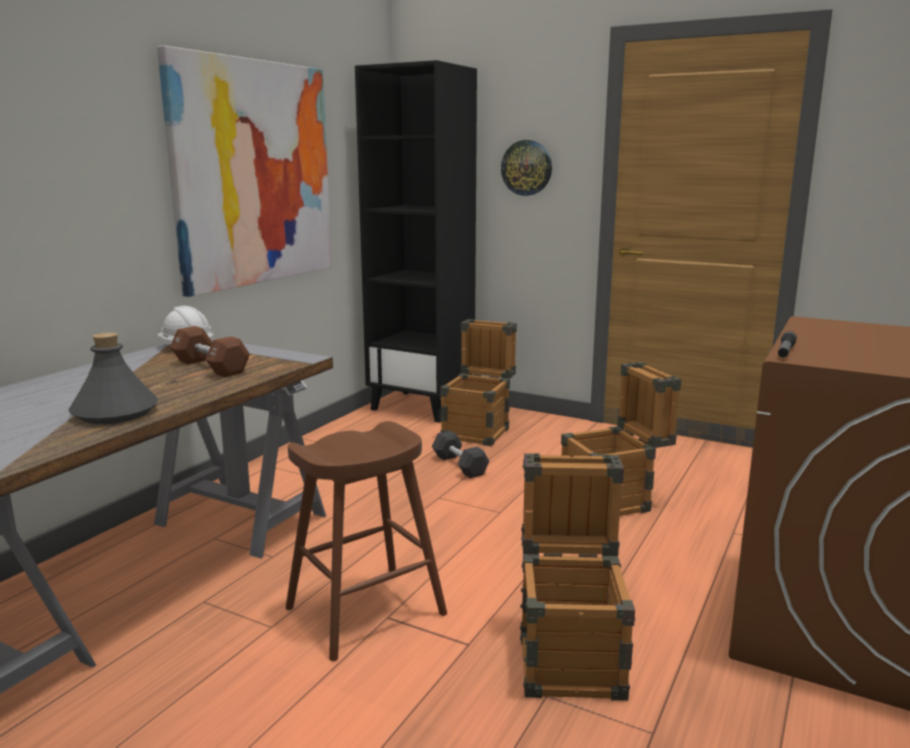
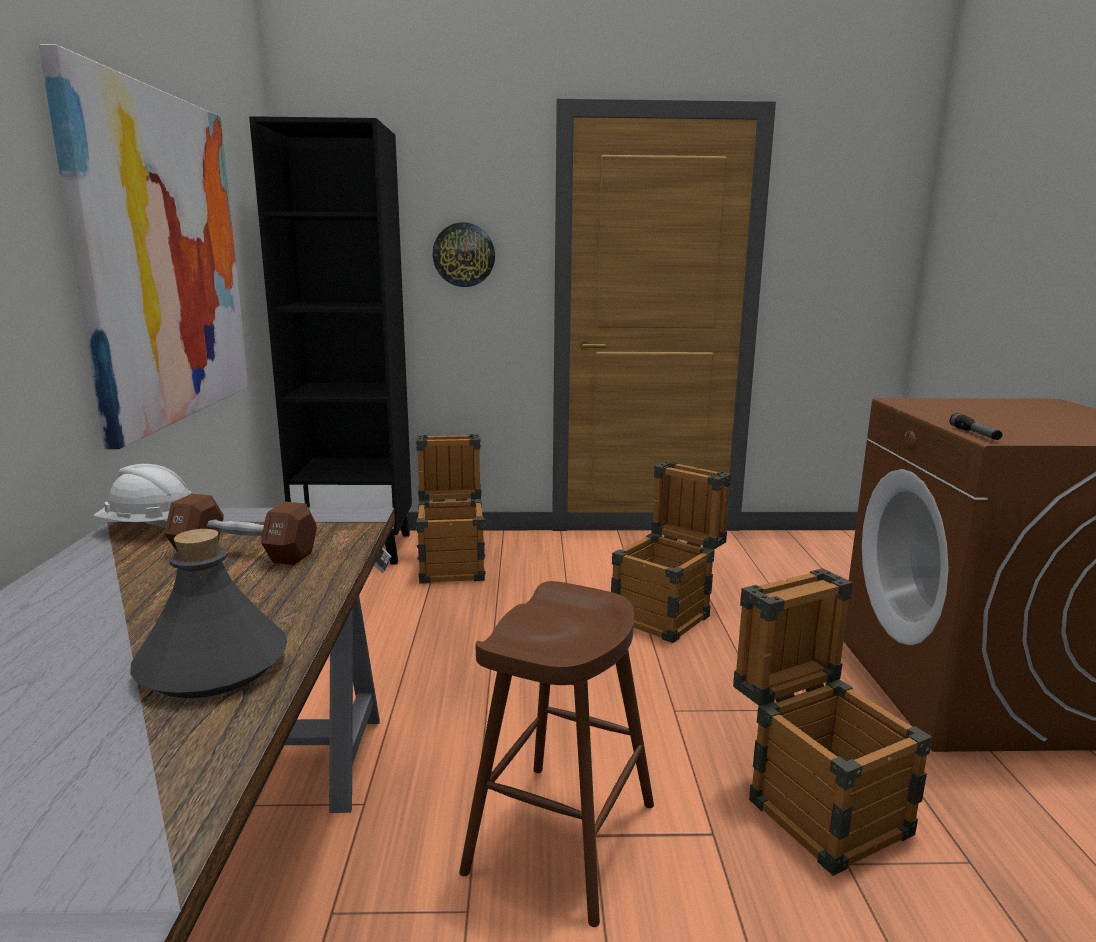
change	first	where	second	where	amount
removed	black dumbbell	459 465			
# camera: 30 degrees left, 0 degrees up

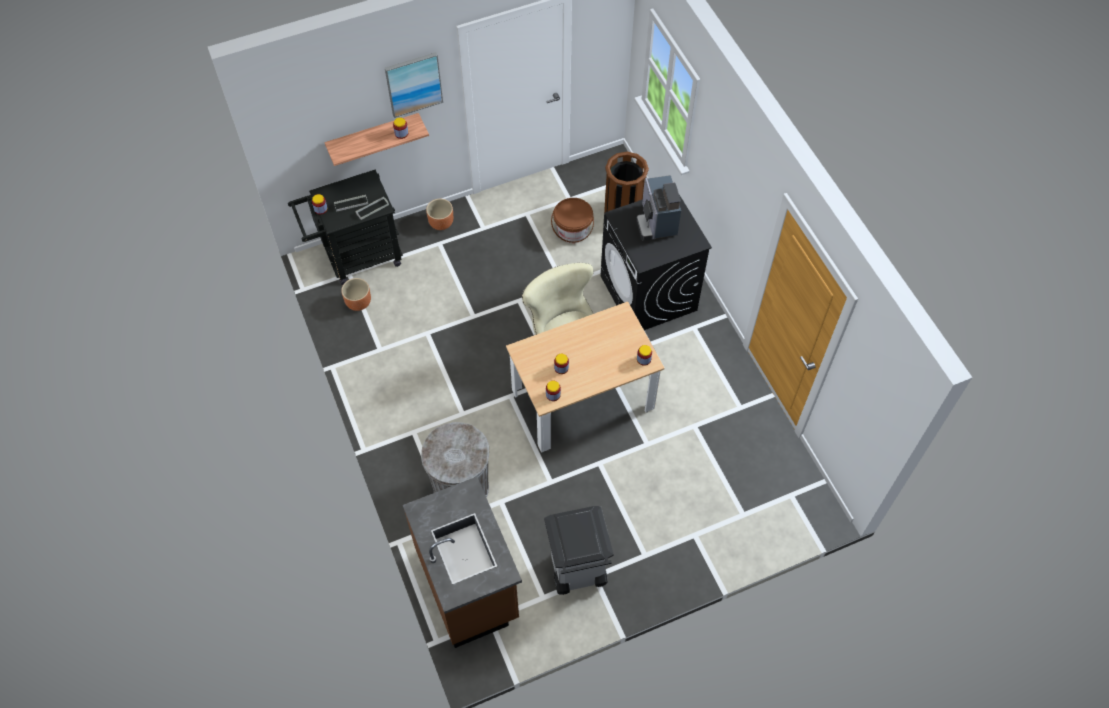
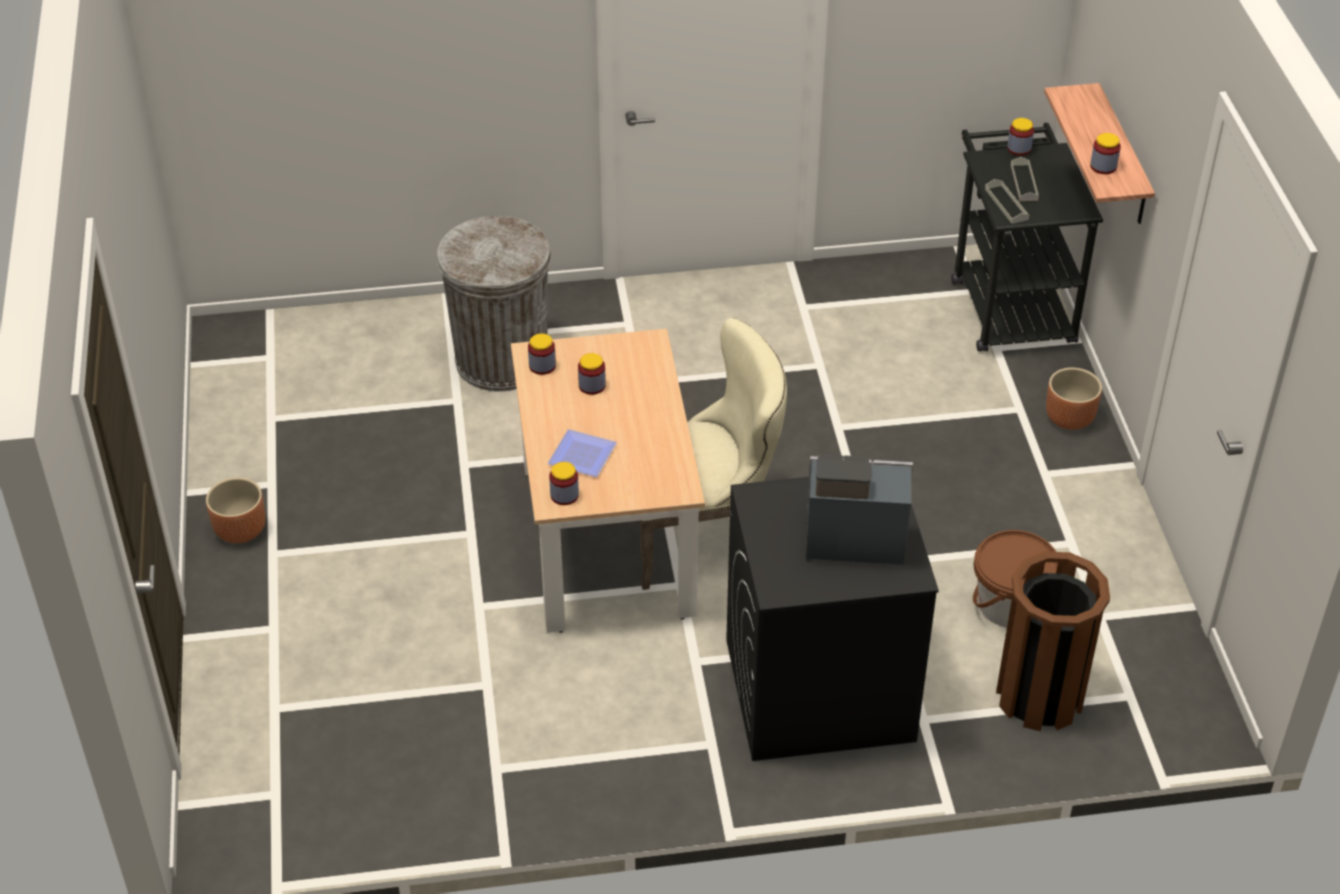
change	first	where	second	where	amount
removed	picture	413 84			
removed	brown counter	469 584			
removed	grey trash can	576 571			
added			plate	581 454	
moved	brown planter	358 302		241 530	
# camera: 105 degrees right, 15 degrees down

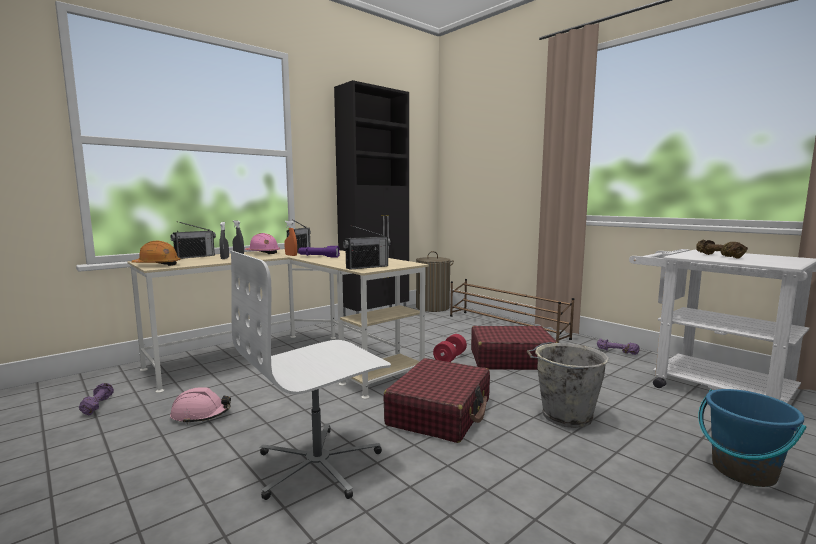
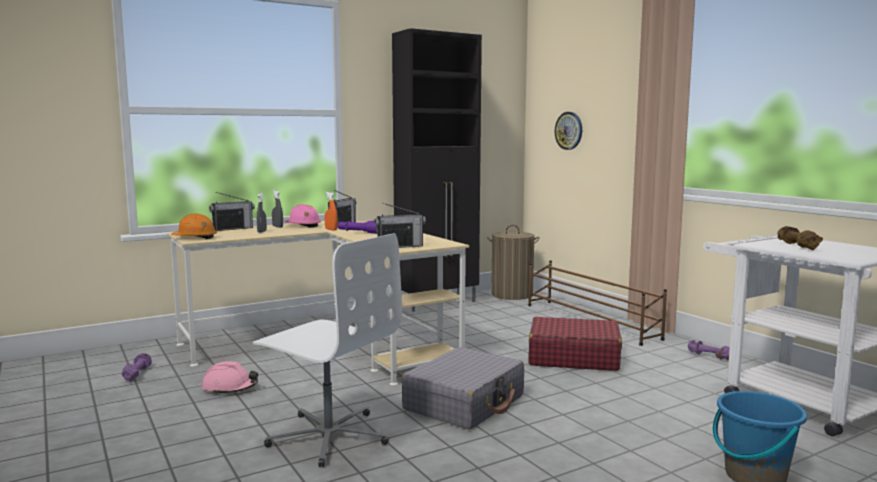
change	first	where	second	where	amount
removed	red dumbbell	450 358			
removed	grey bucket	564 416			
added			wall clock	569 130	
recoloured	red suitcase	440 412	grey suitcase	465 403	
turned	white office chair	319 465		329 436	120 degrees counterclockwise
# camera: 10 degrees right, 0 degrees up

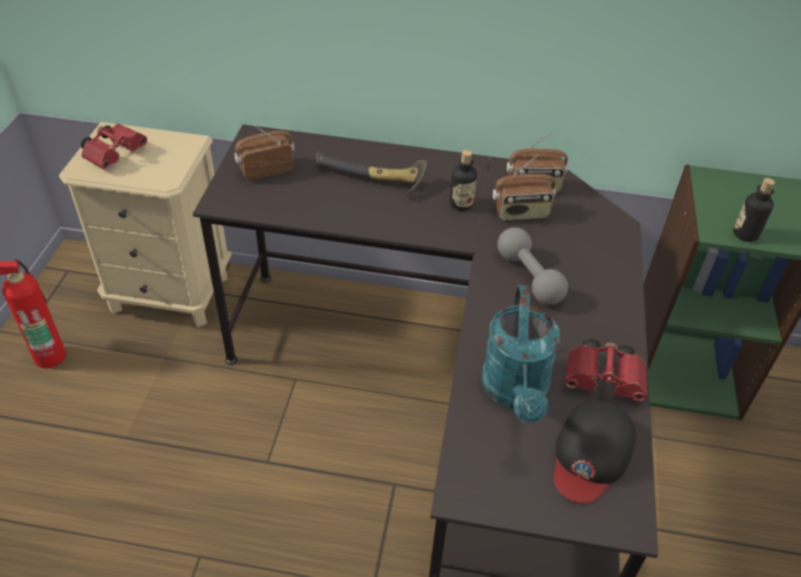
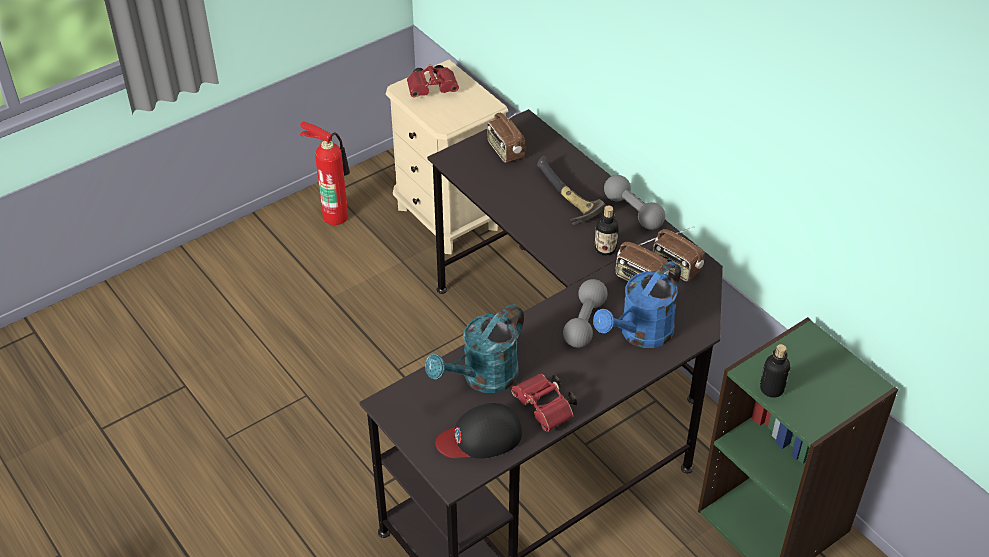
change	first	where	second	where	amount
added			blue watering can	640 335	
added			grey dumbbell	633 211	
turned	radio	266 169		505 151	135 degrees counterclockwise
# camera: 45 degrees right, 0 degrees up

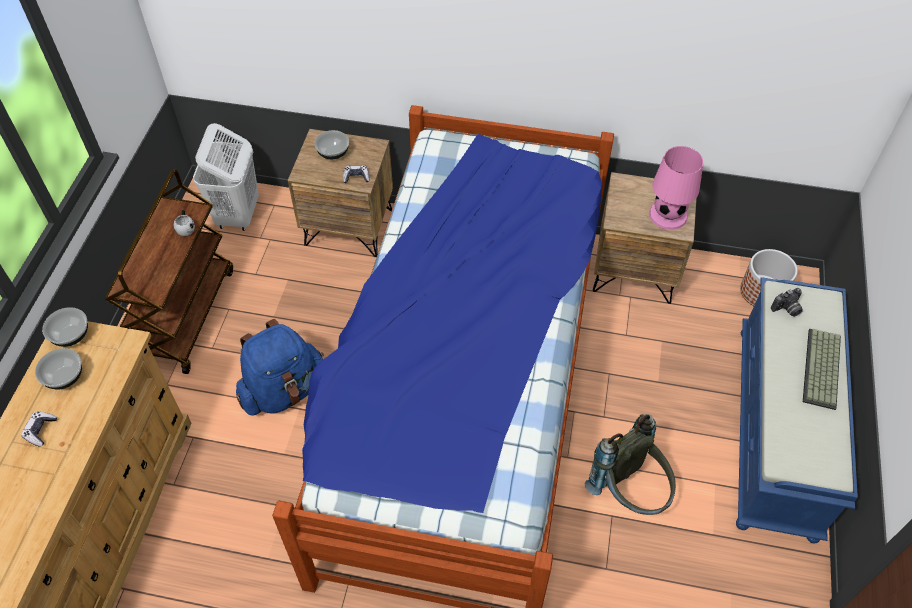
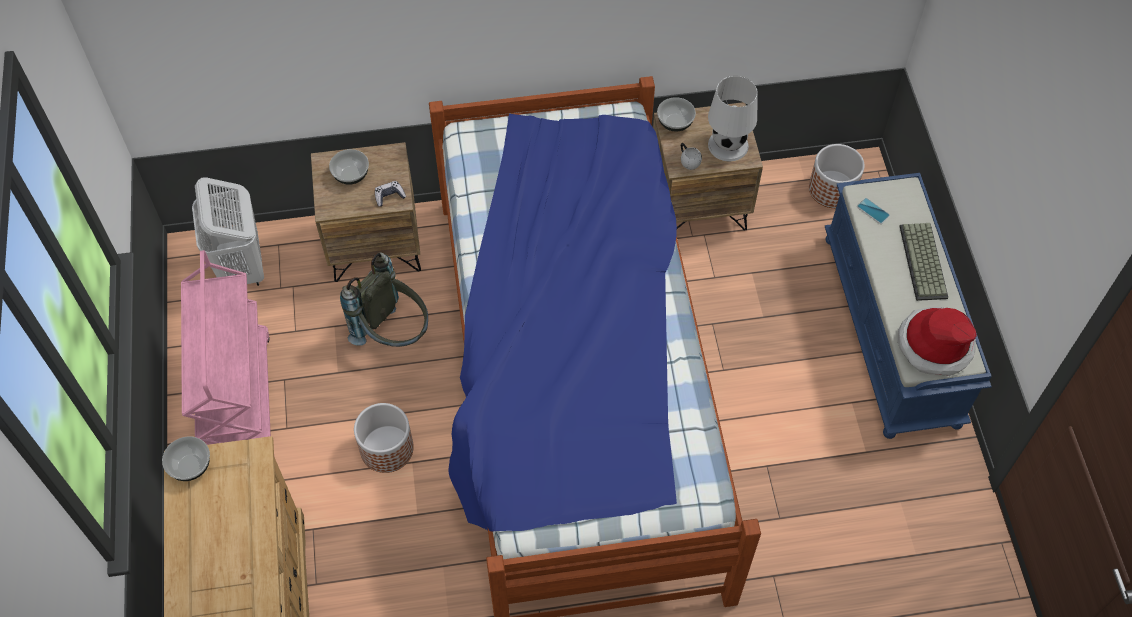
change	first	where	second	where	amount
removed	game controller	41 430			
added			hat	934 344	
moved	bowl	64 377		675 123	
moved	white mug	186 228		688 161	
moved	grey backpack	630 493		394 334	
replaced	blue backpack	284 390	planter	387 448	
replaced	photo camera	787 309	phone	873 211	
recoloured	brown cart	186 315	pink cart	239 401	
recoloured	pink table lamp	667 215	white table lamp	727 145	
# camera: 20 degrees left, 5 degrees up

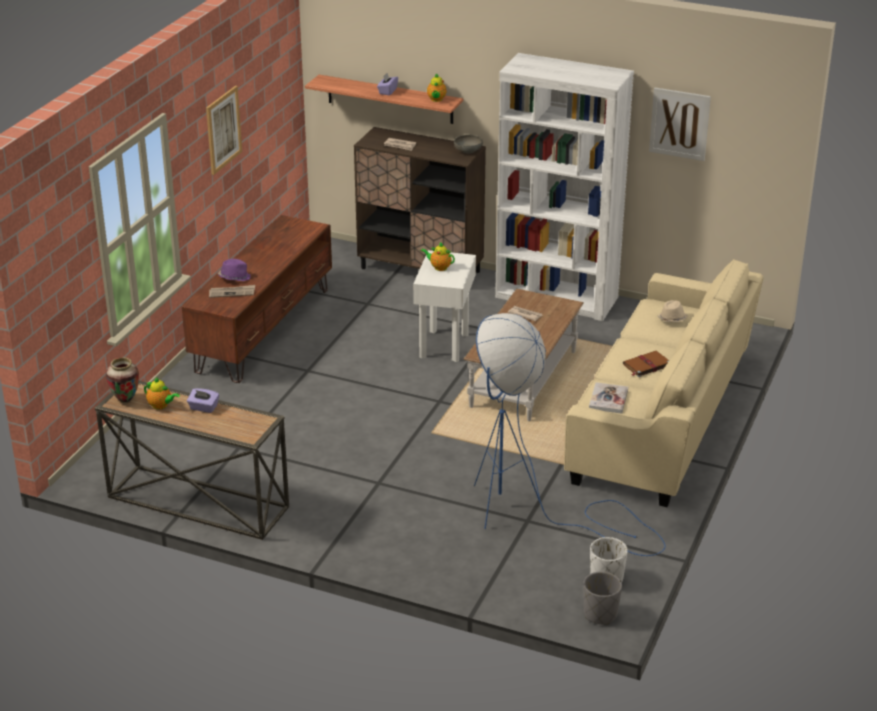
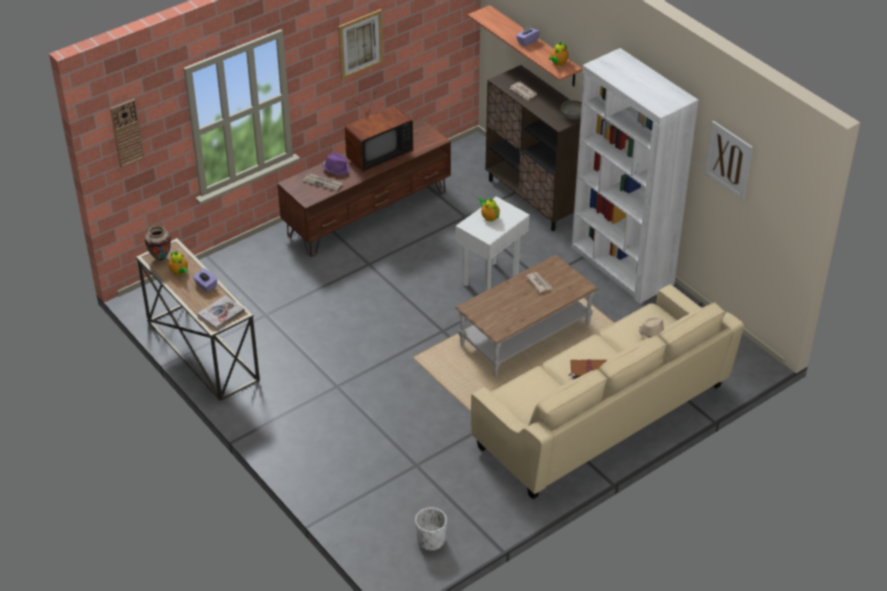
change	first	where	second	where	amount
removed	blue floor lamp	532 512			
removed	grey planter	600 614			
added			wall clock	127 133	
added			television	376 155	
moved	book	608 399		221 313	
# camera: 30 degrees right, 10 degrees up

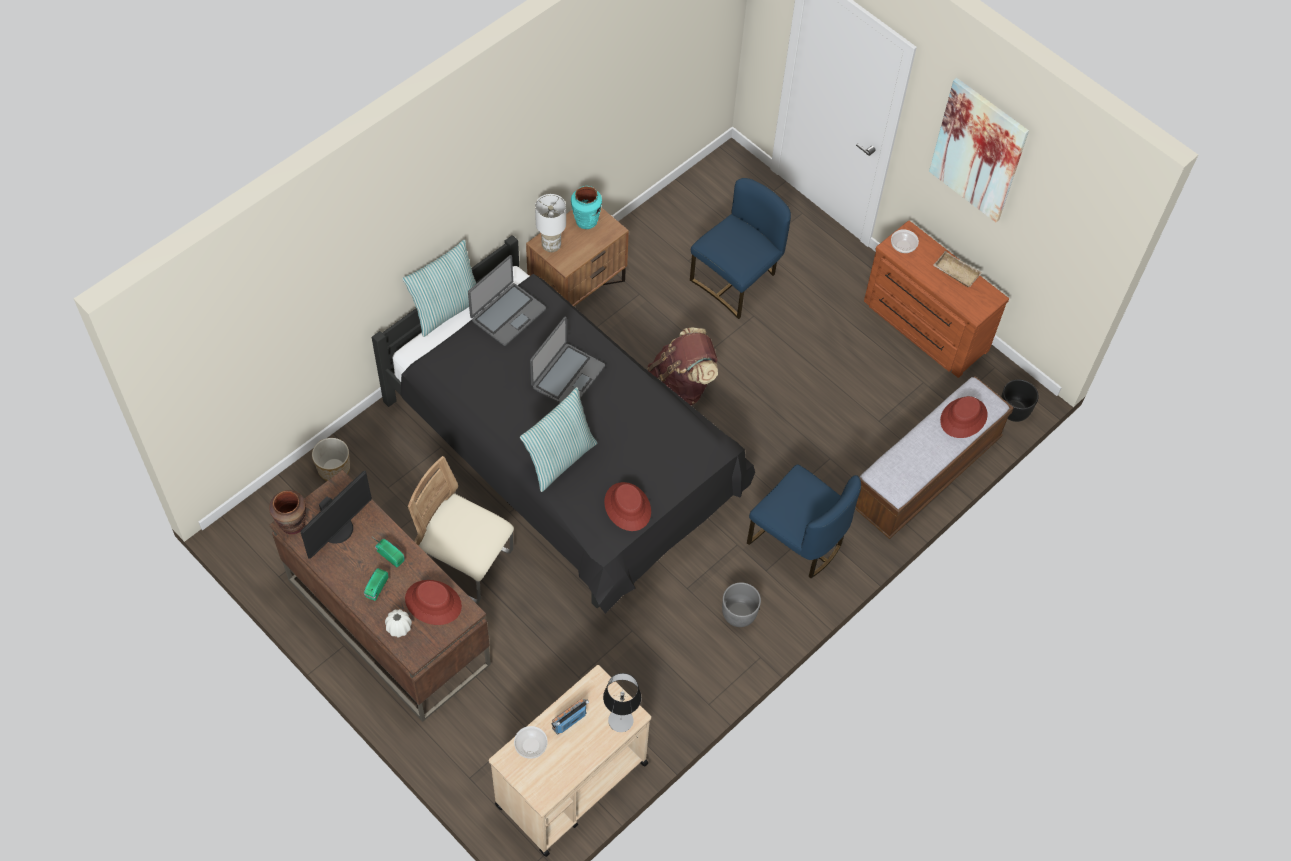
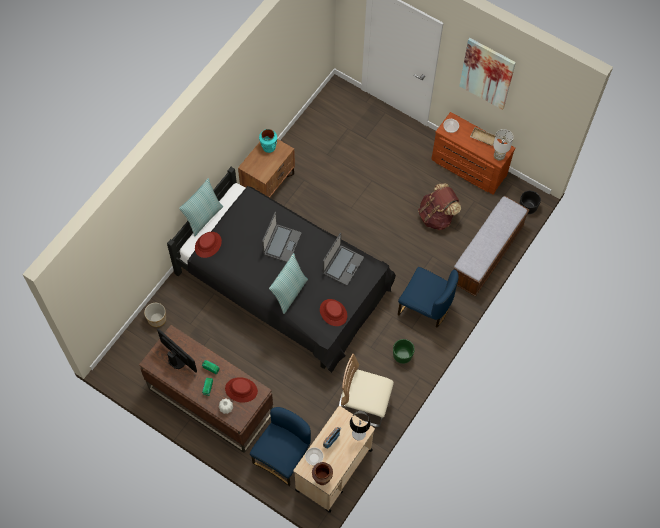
change	first	where	second	where	amount
moved	brown vase	292 524		322 478	
moved	beige chair	464 563		364 404	
moved	laptop	507 314		342 265	
moved	white table lamp	551 246		499 156	
moved	brown backpack	681 386		436 216	
moved	blue chair	736 280		283 456	
moved	red hat	963 418		208 245	
recoloured	grey planter	739 613	green planter	402 355	
turned	monitor	338 530		178 359	75 degrees counterclockwise
# camera: 10 degrees left, 5 degrees up

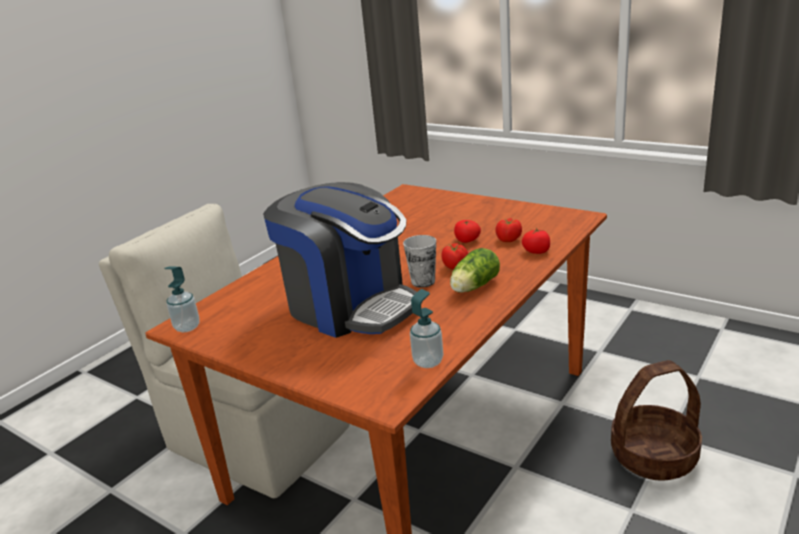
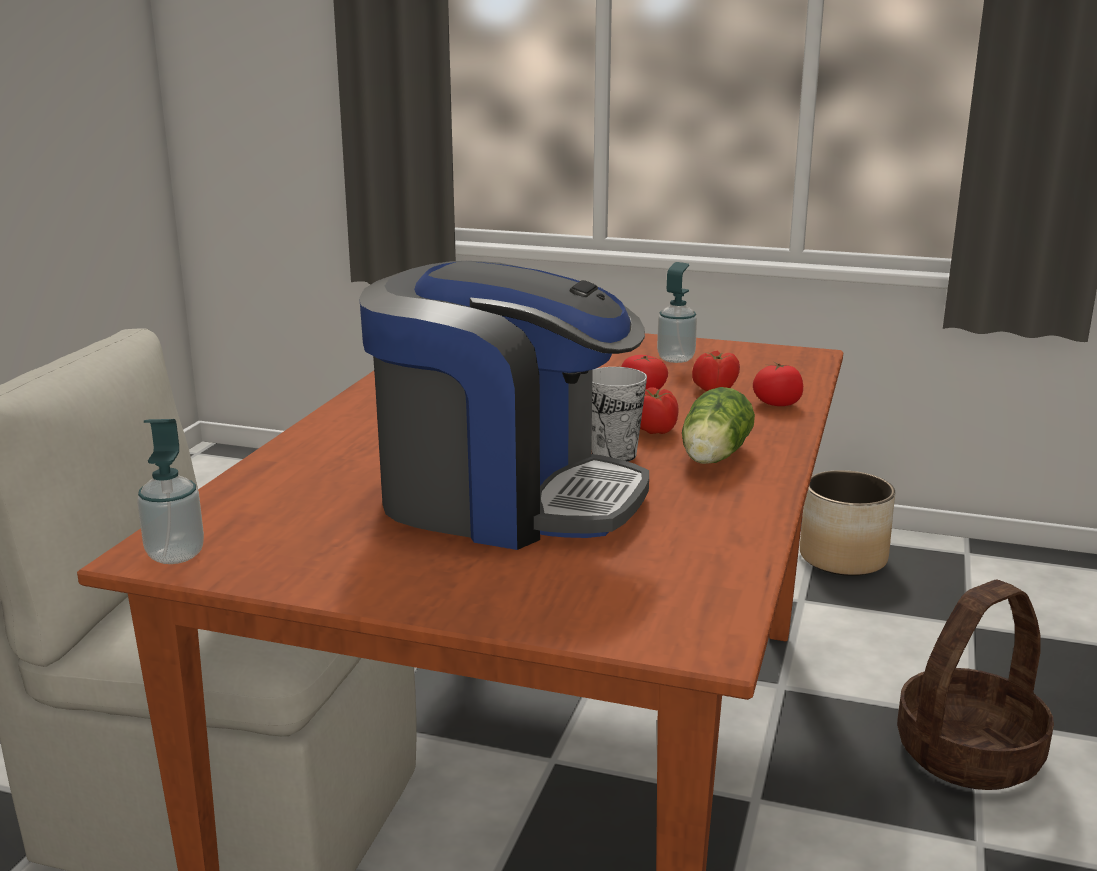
change	first	where	second	where	amount
added			planter	843 558	
moved	soap dispenser	428 362		675 358	
# camera: 20 degrees left, 5 degrees down

